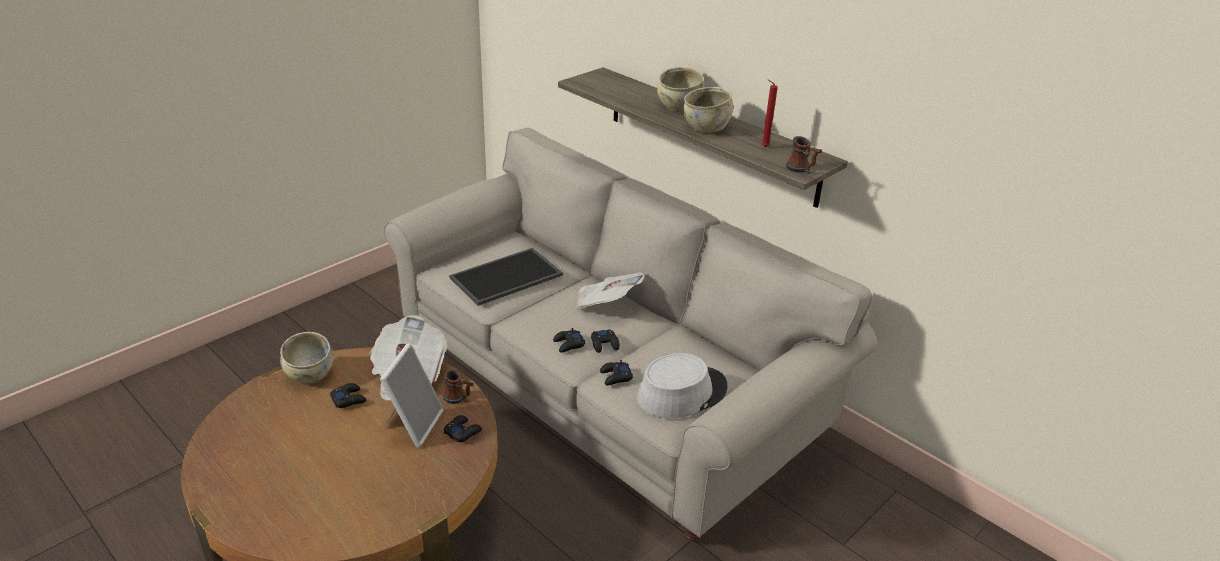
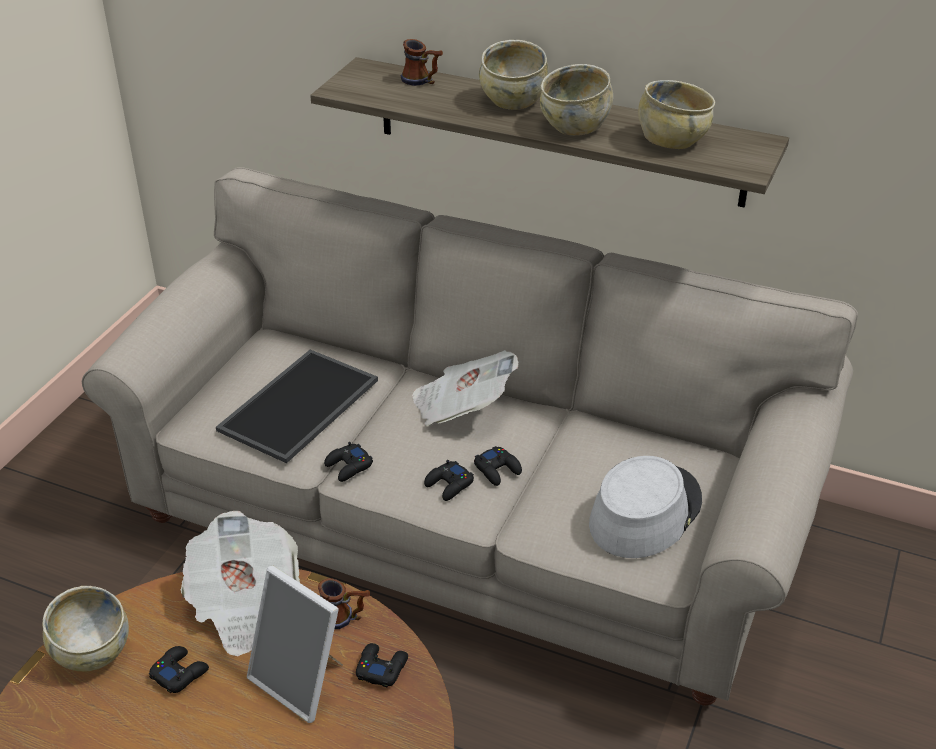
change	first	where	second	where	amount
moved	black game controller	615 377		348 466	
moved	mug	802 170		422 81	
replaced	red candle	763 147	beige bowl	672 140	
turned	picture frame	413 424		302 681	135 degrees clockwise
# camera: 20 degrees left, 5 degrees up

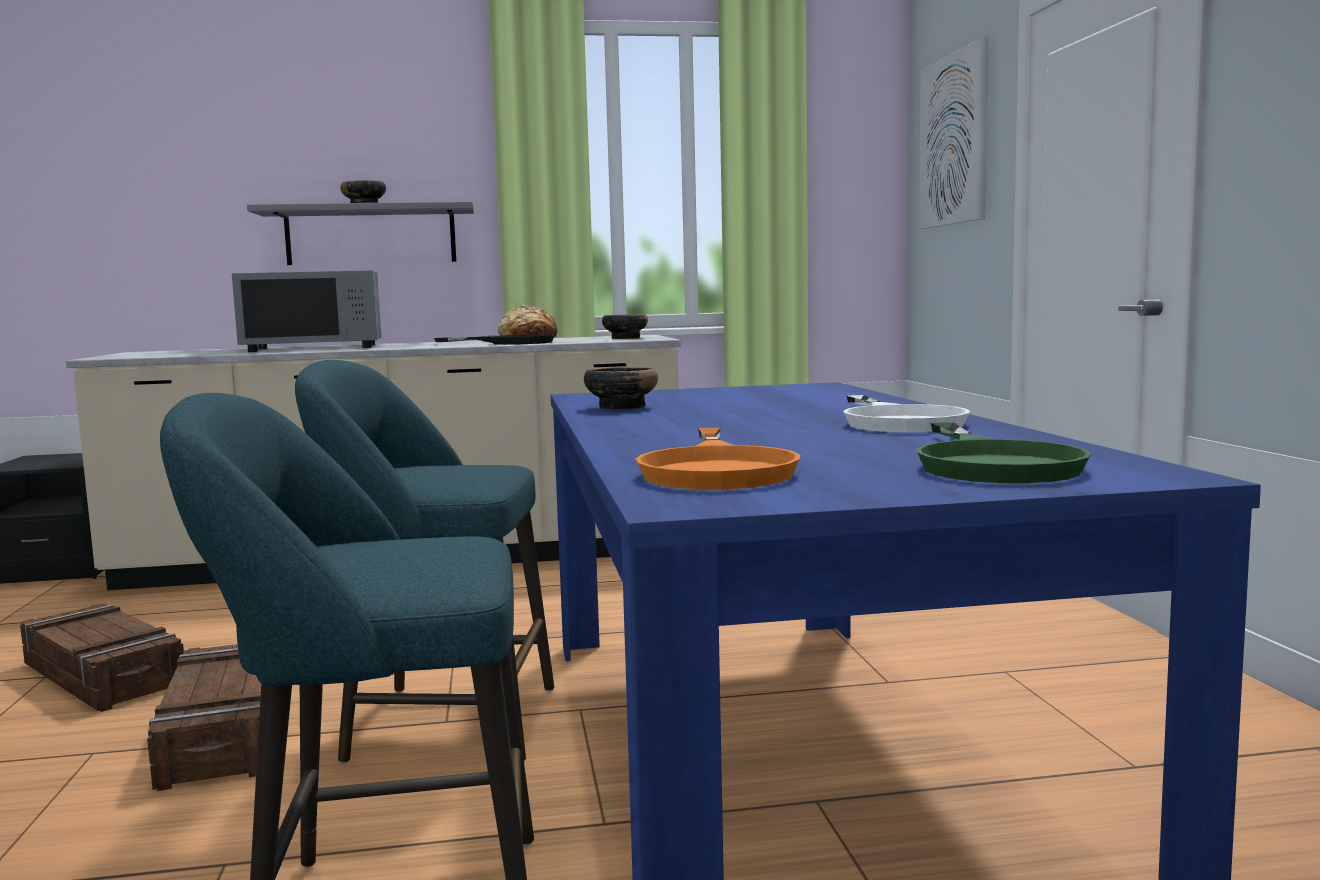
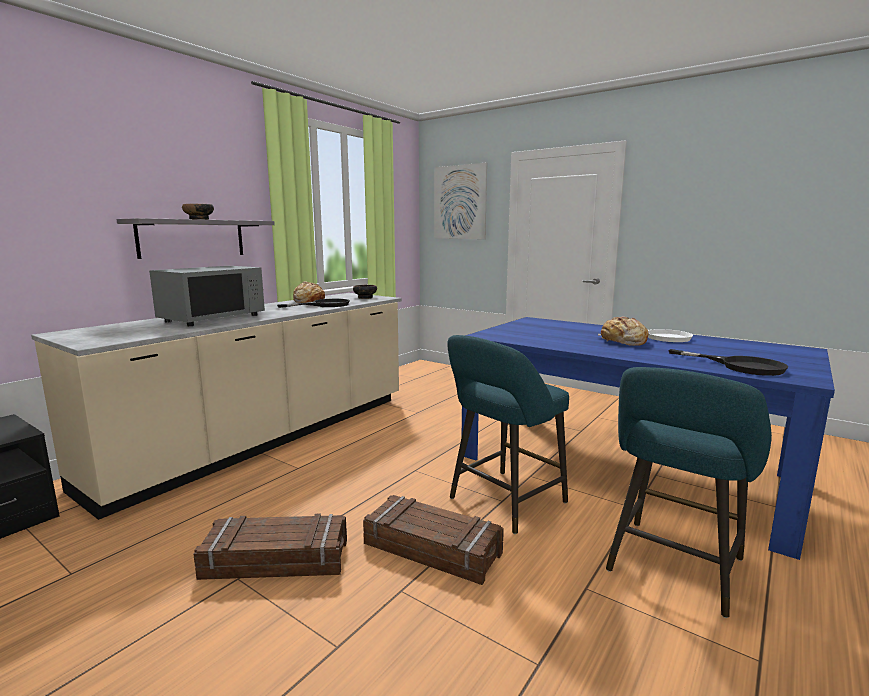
change	first	where	second	where	amount
removed	bowl	621 407			
removed	green frying pan	991 463			
added			bread	622 341	
recoloured	orange frying pan	717 469	black frying pan	740 366	
# camera: 45 degrees left, 5 degrees up

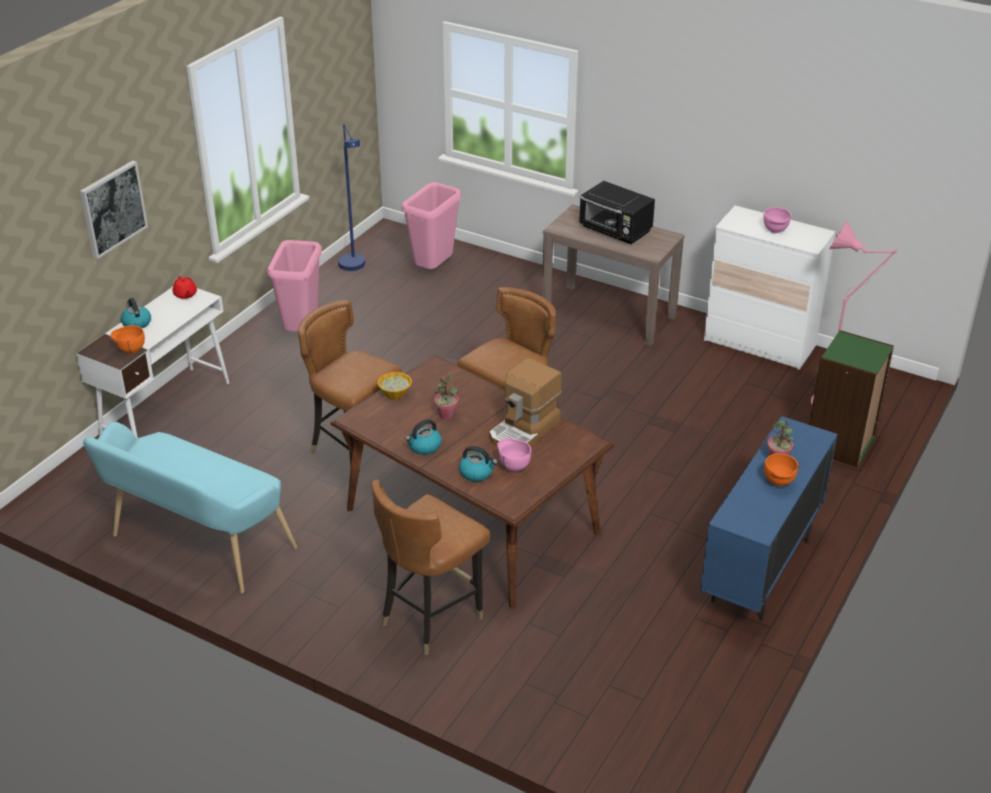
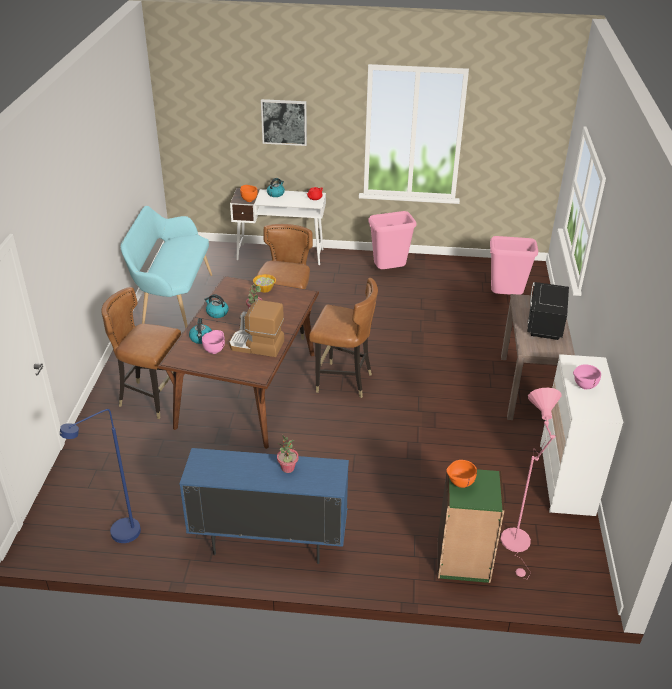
change	first	where	second	where	amount
moved	blue floor lamp	354 267		118 537	
moved	orange bowl	778 484		459 484	
# camera: 65 degrees right, 0 degrees up

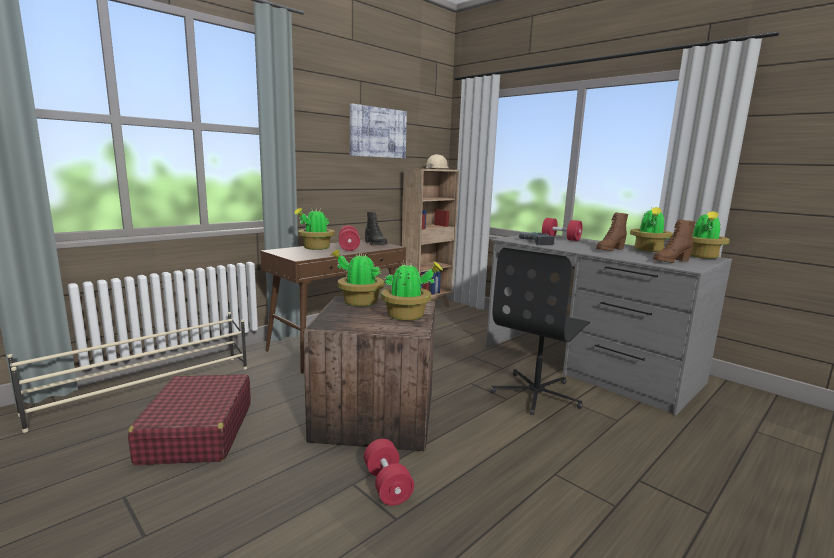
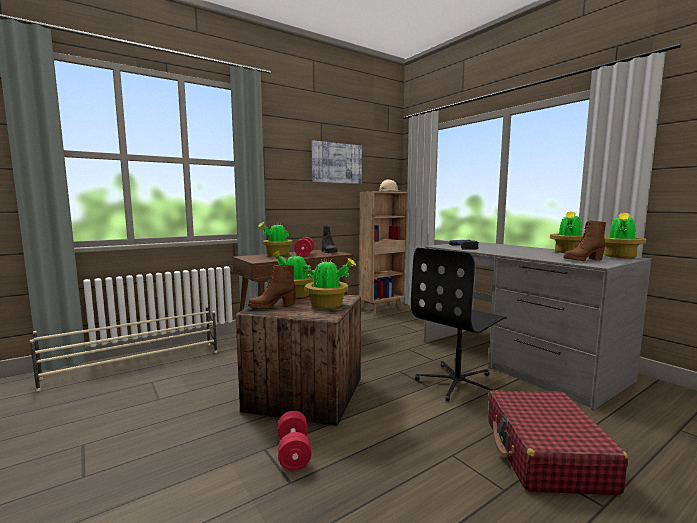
change	first	where	second	where	amount
removed	red dumbbell	561 239			
moved	red suitcase	197 432		545 454	
moved	brown boot	609 250		272 306	
# camera: 10 degrees right, 5 degrees down

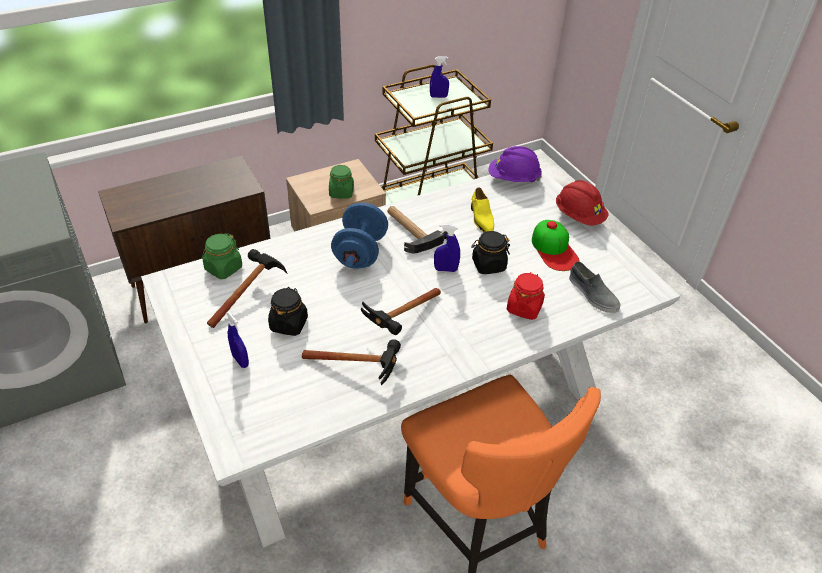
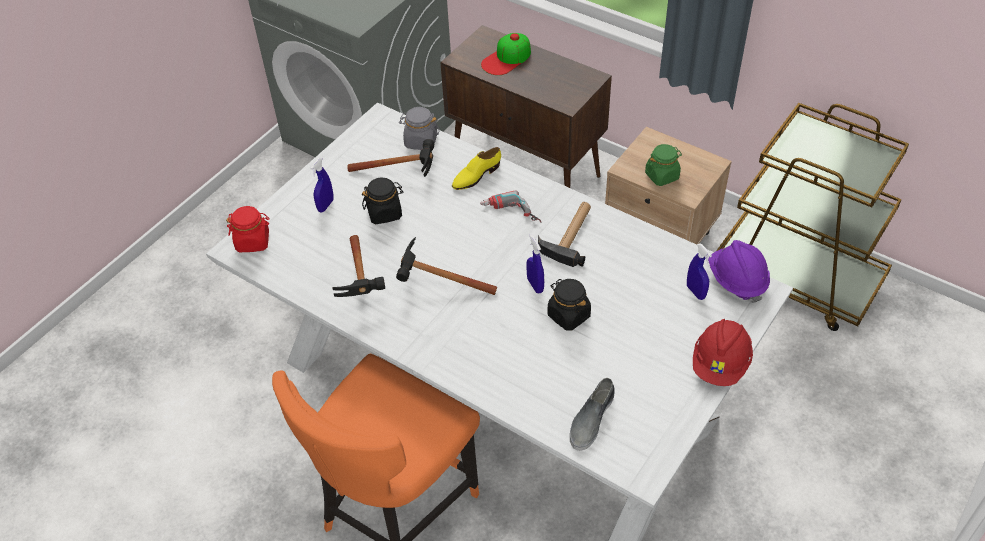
change	first	where	second	where	amount
moved	blue spray bottle	438 96		695 292	
moved	yellow shoe	481 219		476 176	
moved	red jar	524 308		253 241	
moved	cap	554 249		506 58	
replaced	blue dumbbell	360 252	power drill	510 215	
recoloured	green jar	223 268	grey jar	420 141	
# camera: 65 degrees right, 5 degrees up

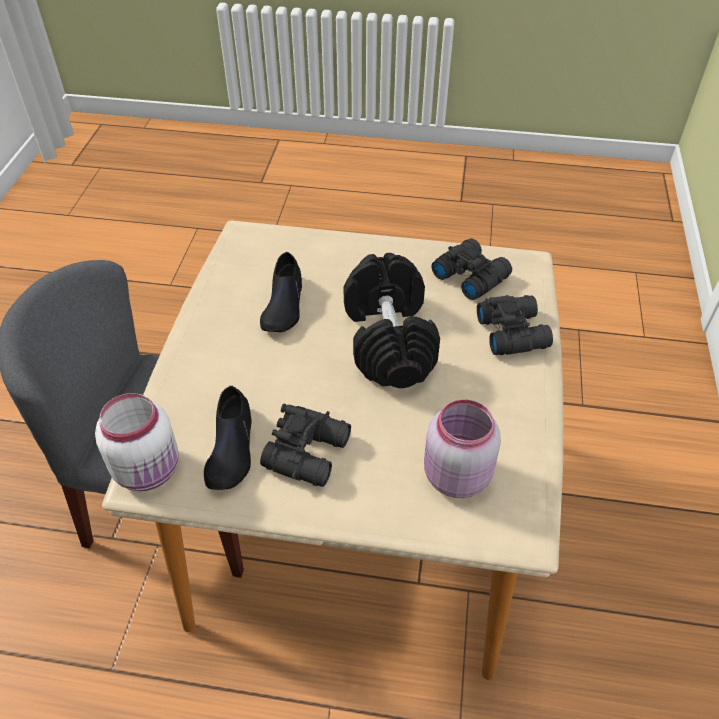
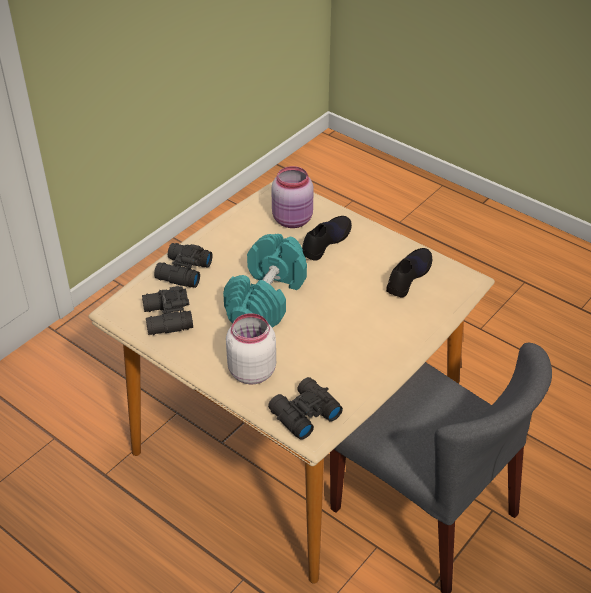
change	first	where	second	where	amount
moved	white jar	149 470		251 371	
moved	black shoe	283 305		325 242	
moved	black binoculars	310 452		303 414	
recoloured	black dumbbell	388 339	turquoise dumbbell	266 299	
# camera: 150 degrees left, 5 degrees down

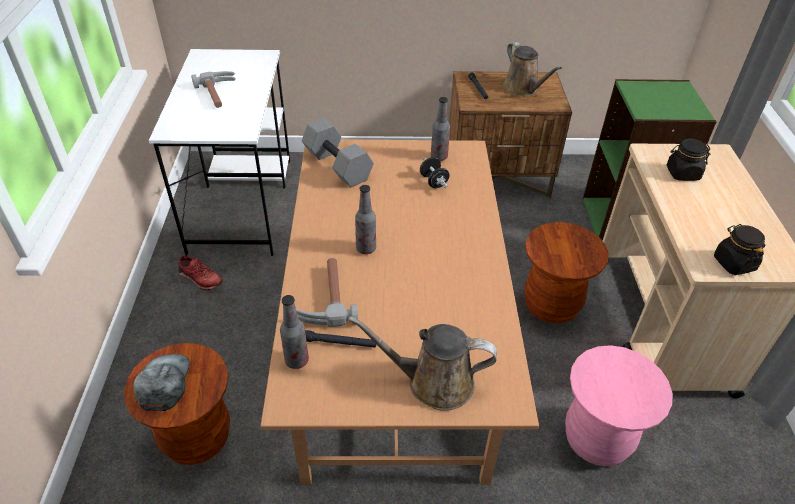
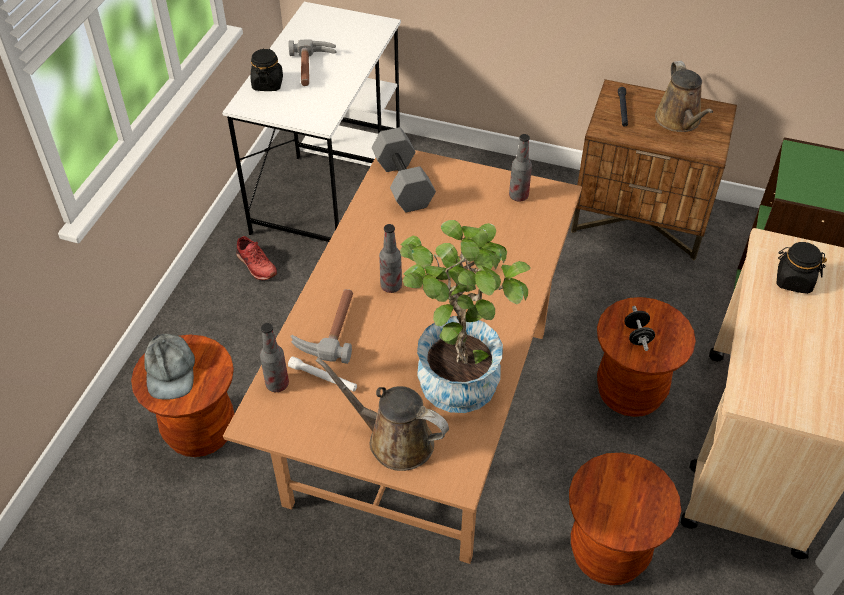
change	first	where	second	where	amount
added			potted plant	459 371	
moved	black dumbbell	433 181		637 336	
moved	black jar	734 263		267 84	
recoloured	black flashlight	339 343	white flashlight	323 378	
recoloured	pink stool	596 439	brown stool	608 553	
turned	grey cap	163 383		170 371	150 degrees clockwise
# camera: 20 degrees right, 5 degrees up

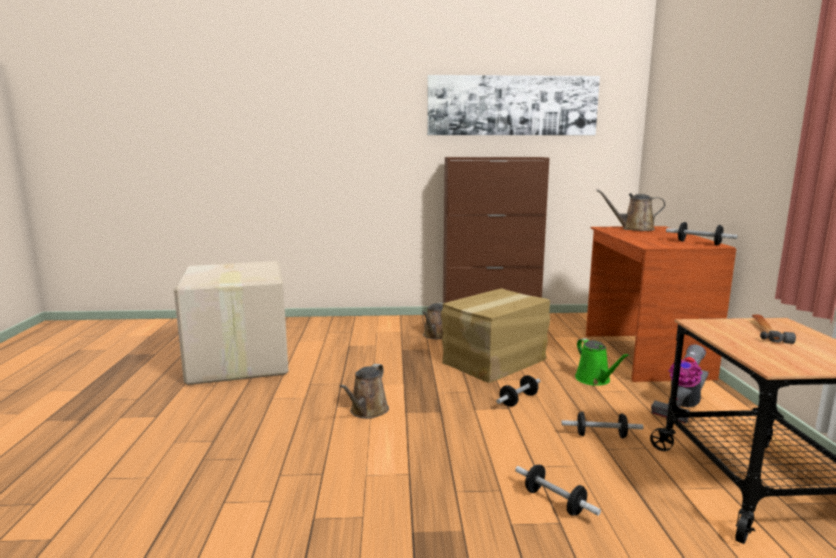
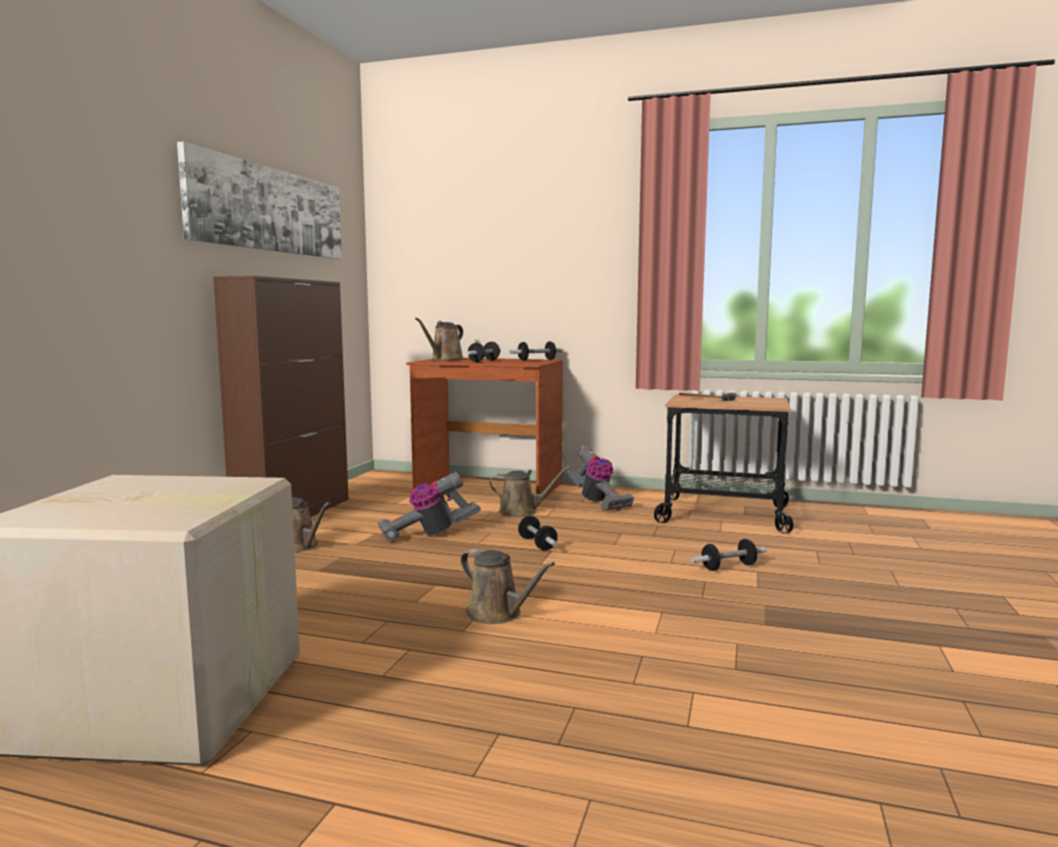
change	first	where	second	where	amount
moved	dumbbell	601 435		484 361	
replaced	cardboard box	495 361	vacuum cleaner	428 535	
recoloured	green watering can	595 380	brown watering can	521 512	
# camera: 70 degrees left, 5 degrees down

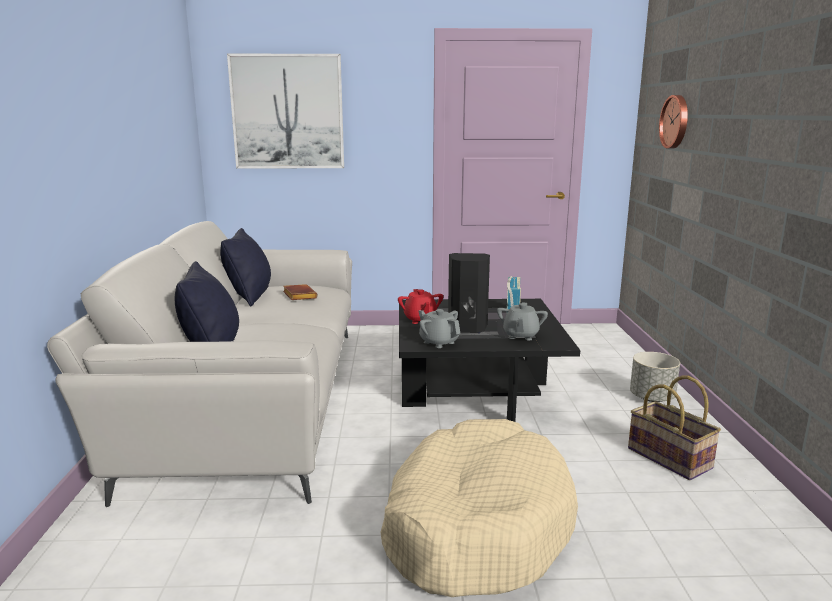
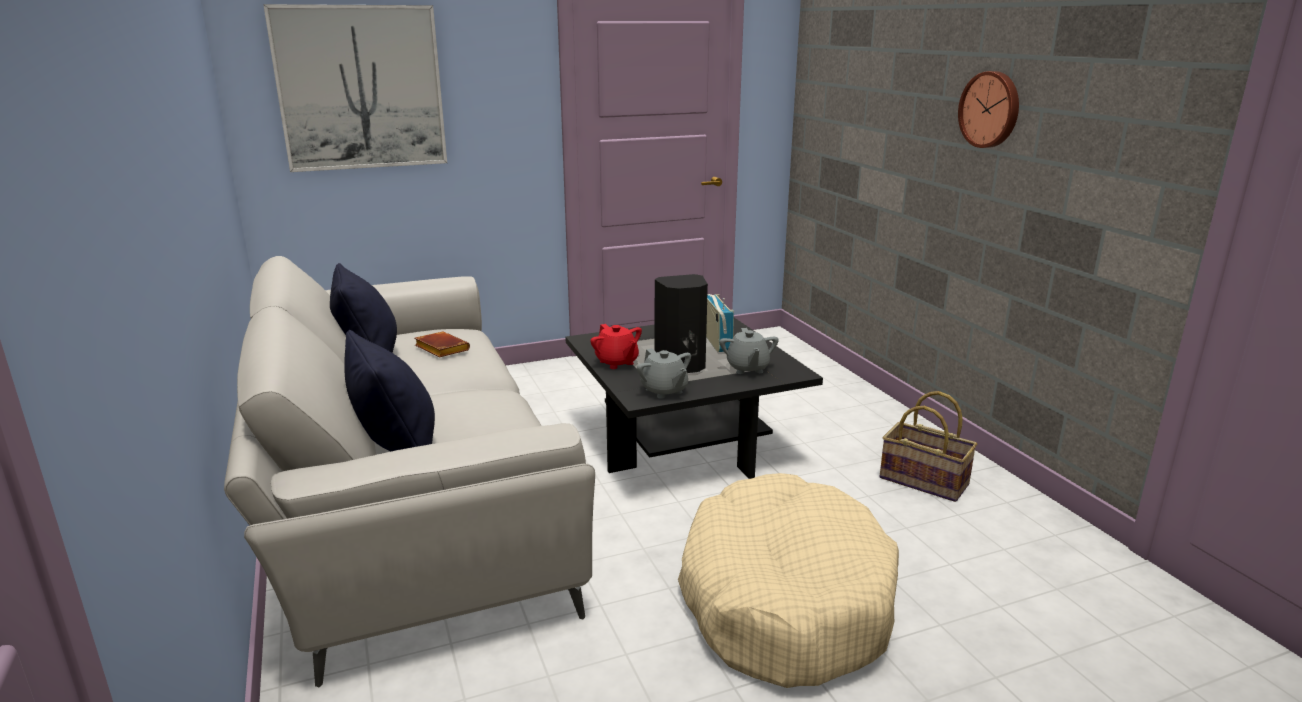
change	first	where	second	where	amount
removed	grey planter	652 398			
moved	wall clock	675 122		991 109	
turned	grey teapot	438 342		664 390	150 degrees counterclockwise
# camera: 20 degrees left, 5 degrees up

